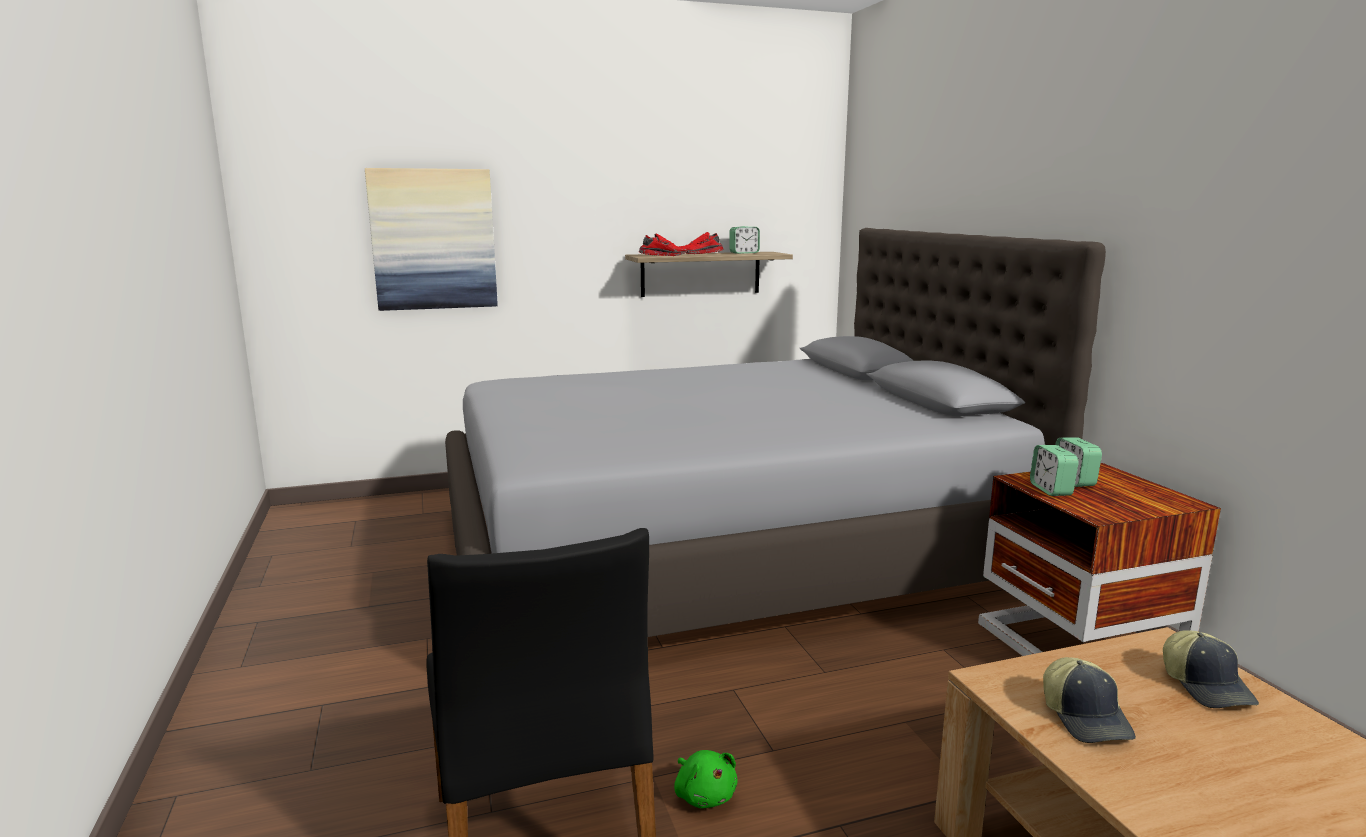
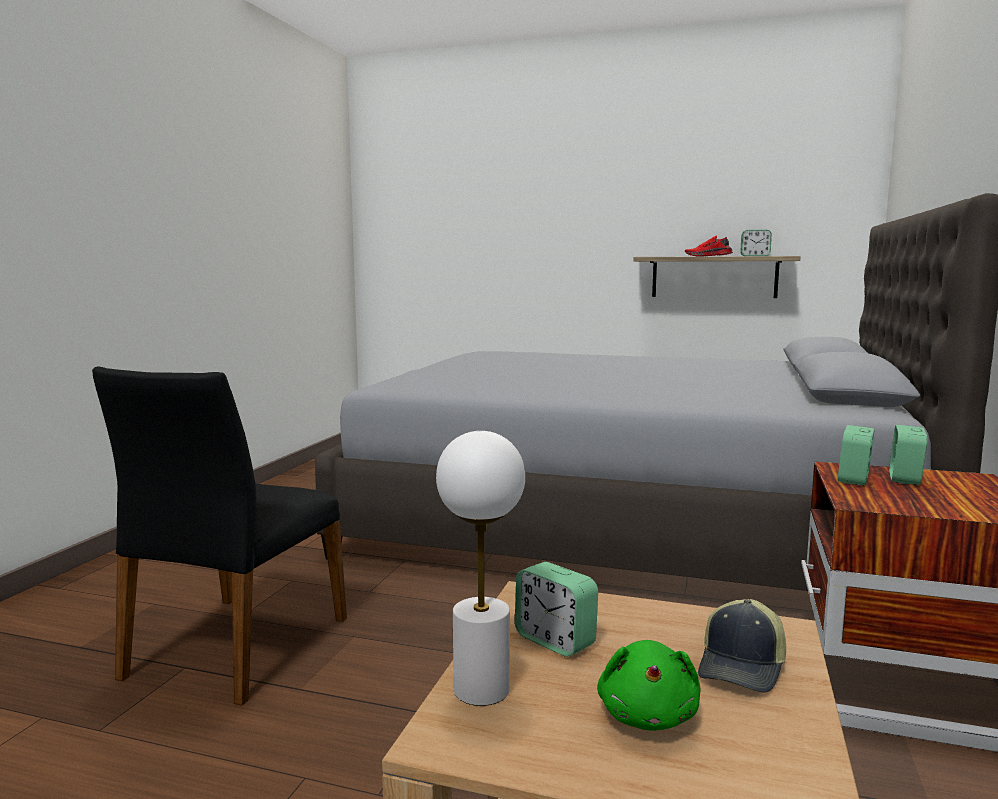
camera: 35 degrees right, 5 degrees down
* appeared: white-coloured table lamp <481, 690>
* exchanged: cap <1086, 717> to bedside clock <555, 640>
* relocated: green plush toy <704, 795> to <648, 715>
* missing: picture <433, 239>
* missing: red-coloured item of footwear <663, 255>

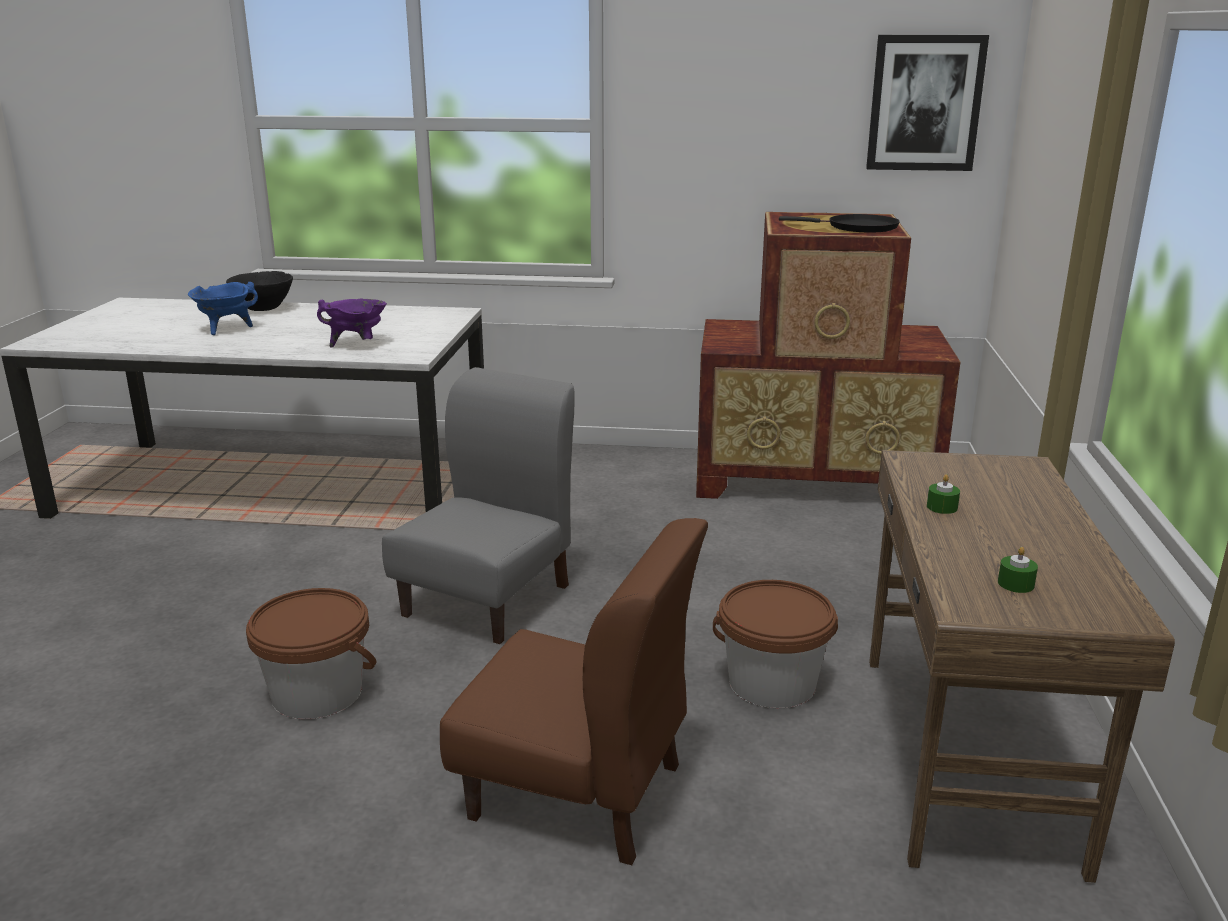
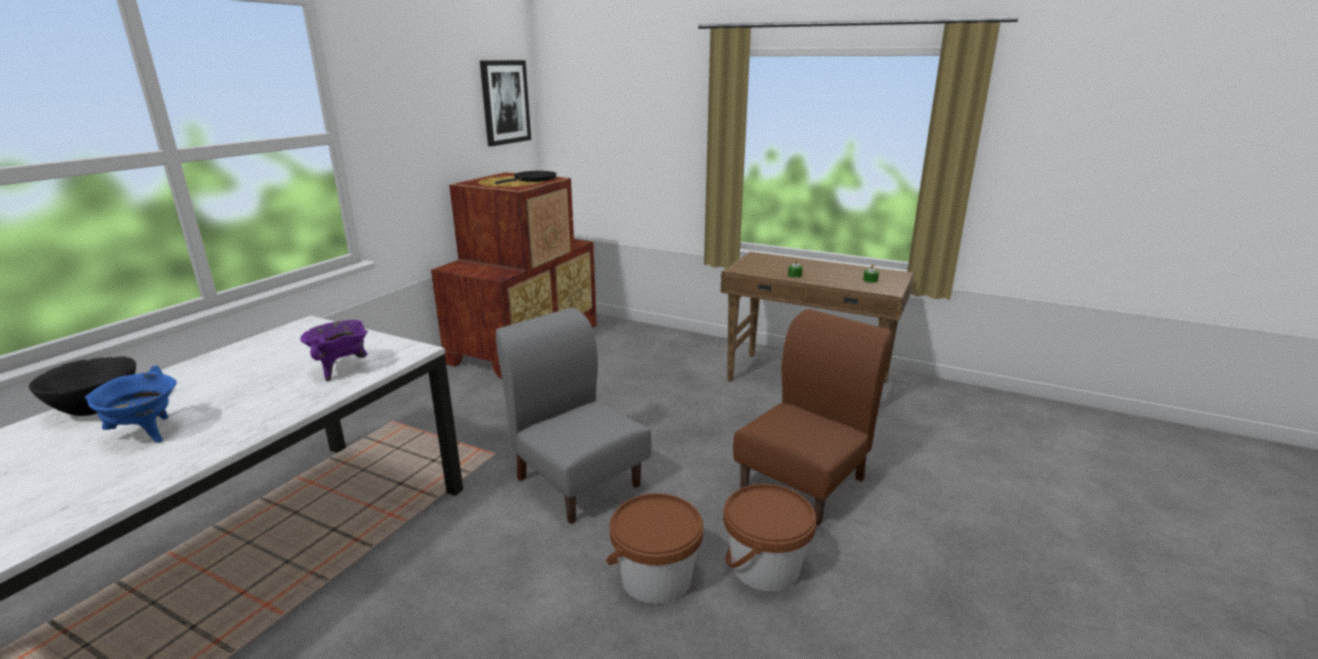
camera: 70 degrees left, 0 degrees up
* relocated: brown-coloured pail <772, 683> to <765, 566>

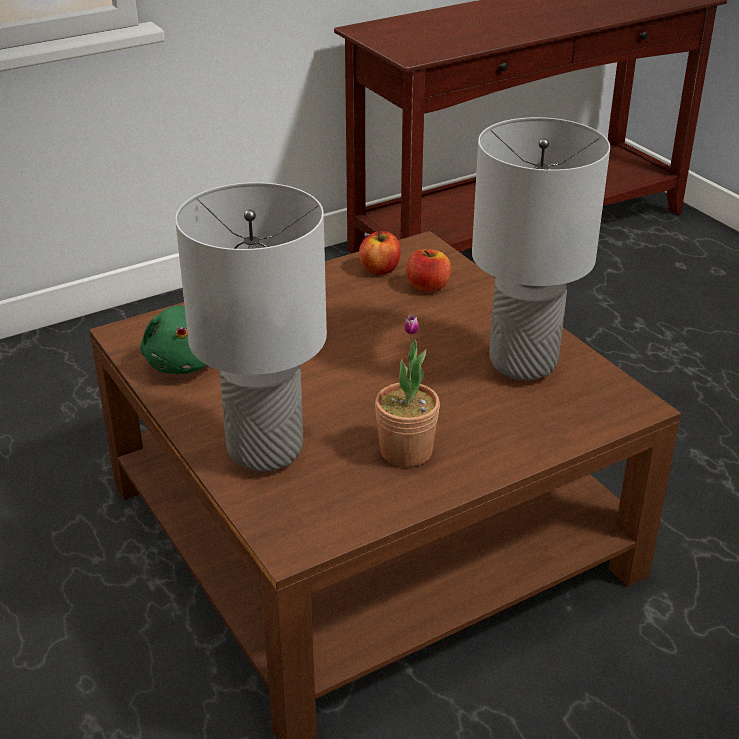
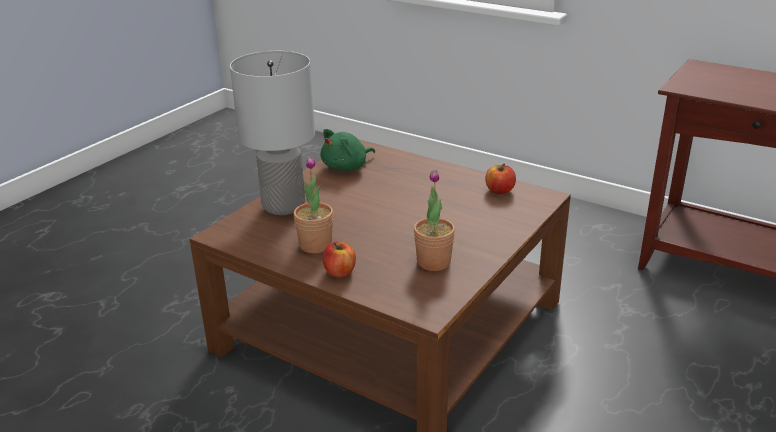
camera: 65 degrees right, 5 degrees down
* relocated: whole apple <428, 286> to <340, 272>
* exchanged: greyish table lamp <522, 368> to potted plant <433, 262>

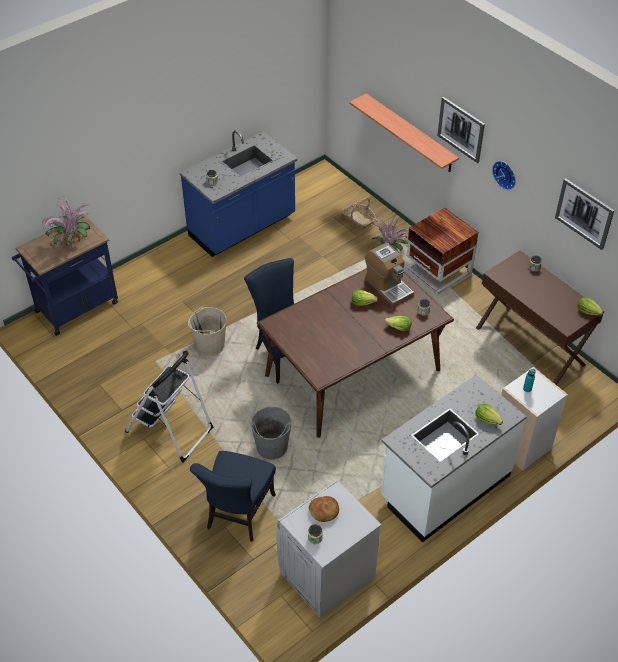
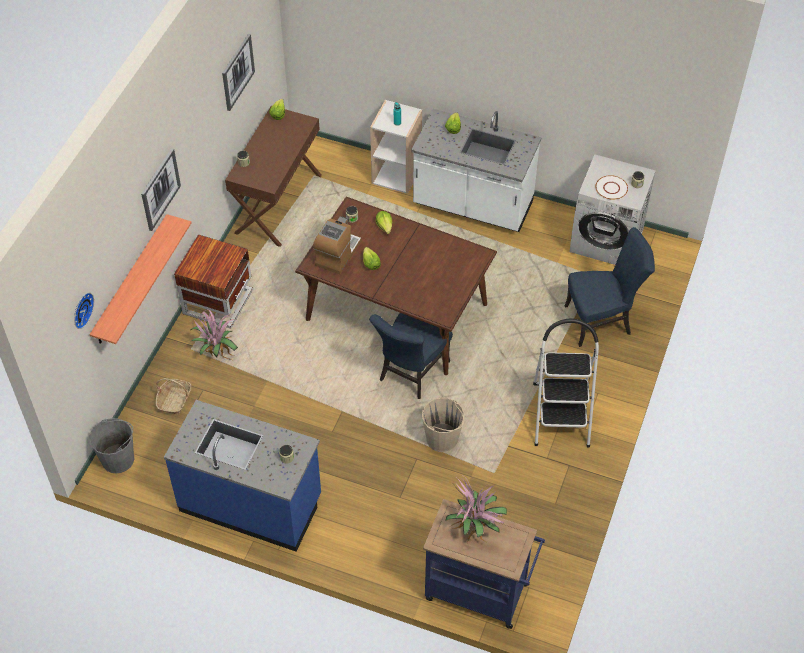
camera: 120 degrees left, 5 degrees up
* relocated: wall clock <505, 174> to <81, 309>
* relocated: greyish pail <272, 447> to <118, 459>
* exchanged: baked bread <324, 511> to white-coloured flat dish <611, 188>

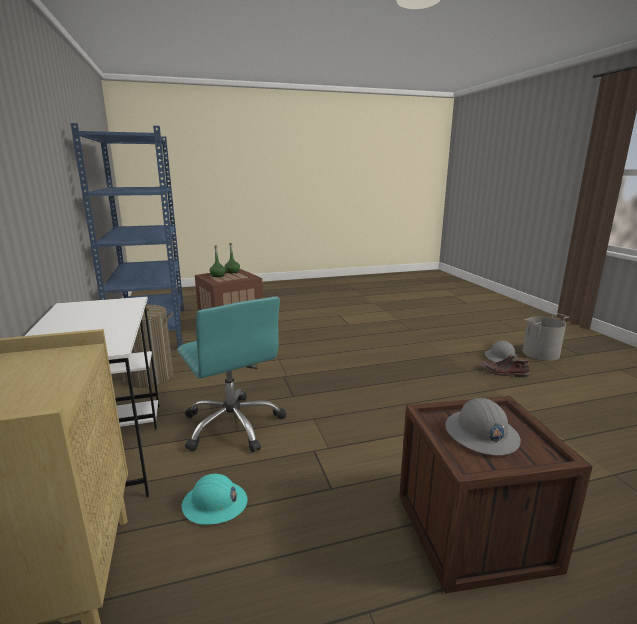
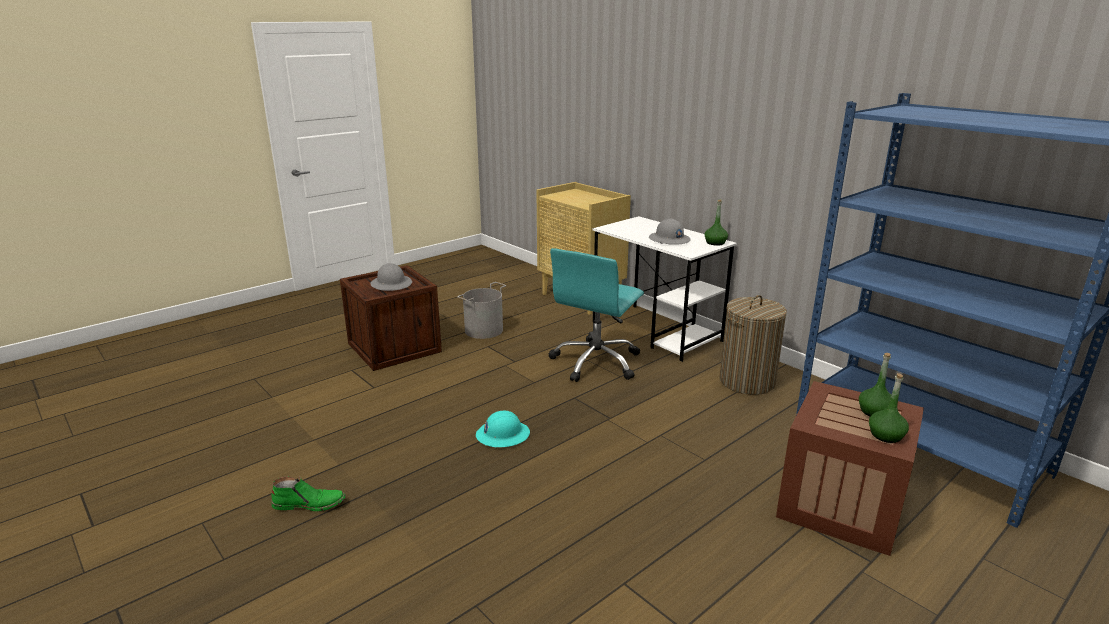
camera: 155 degrees right, 5 degrees up
* colour: brown-coloured high-top boot <504, 372> to green high-top boot <310, 503>
* relocated: greyish pail <540, 353> to <484, 330>
* relocated: turquoise hard hat <215, 504> to <502, 435>
* spun: turquoise computer chair <233, 425> = <596, 362> 90 degrees counterclockwise
* relocated: greyish hard hat <502, 358> to <669, 240>
* appeared: green bottle <715, 243>

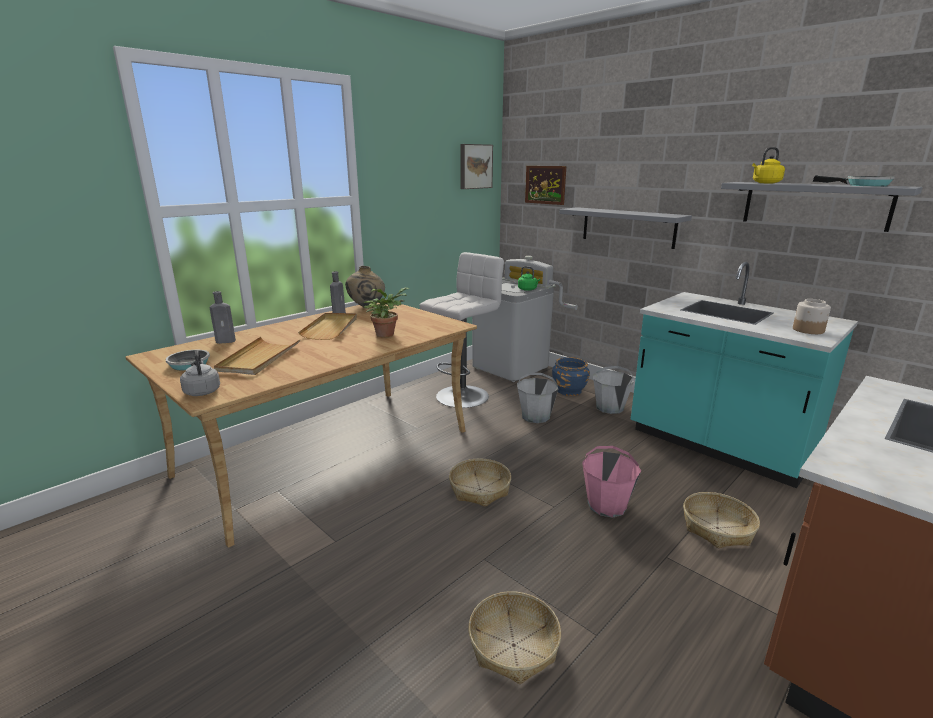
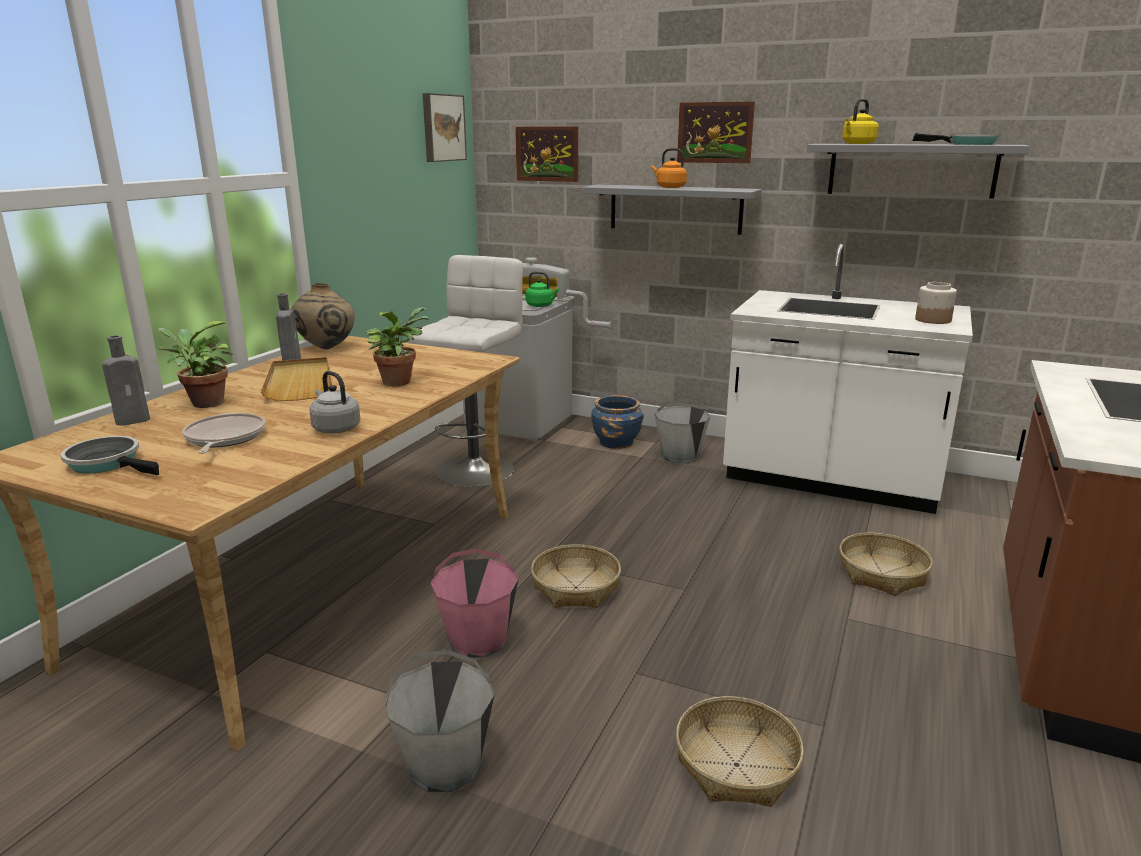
camera: 20 degrees left, 0 degrees up
* appeared: potted plant <203, 403>
* exchanged: beige-coloured serving tray <259, 358> to pan <224, 438>
* relocated: greyish tea kettle <202, 391> to <335, 428>
* relocated: greyish pail <535, 416> to <445, 764>
* relocated: pink pail <607, 505> to <478, 639>
* appeared: orange tea kettle <669, 187>
* appeared: picture <715, 132>
* colour: turquoise kitchen base unit <719, 445> to white-coloured kitchen base unit <831, 480>

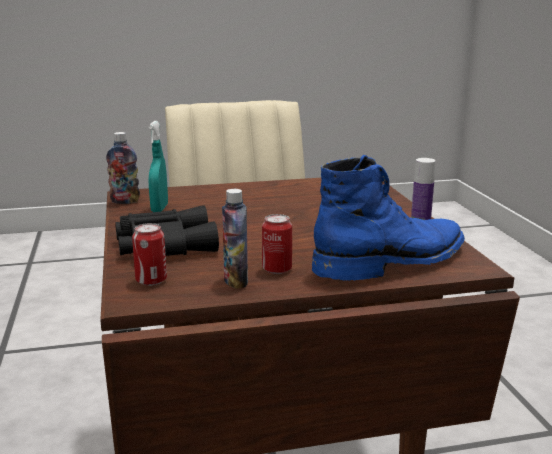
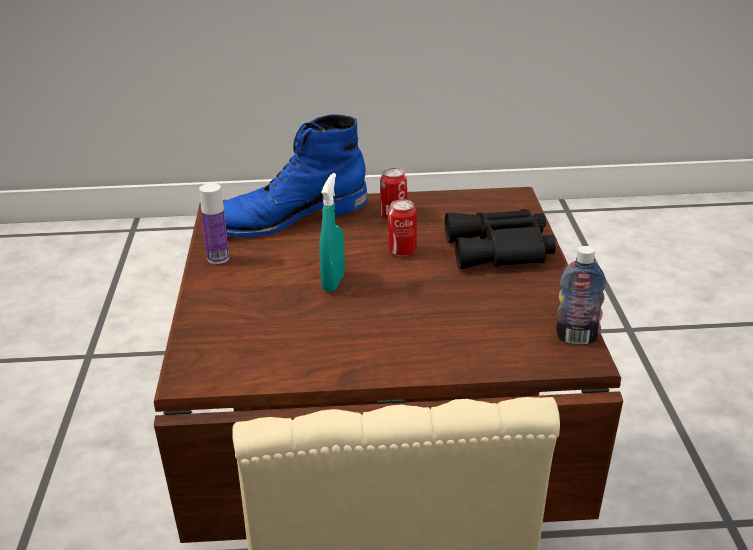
camera: 170 degrees left, 10 degrees up
* relocated: turquoise spray bottle <159, 209> to <333, 282>
* relocated: can <151, 280> to <402, 251>
* missing: bottle <236, 281>

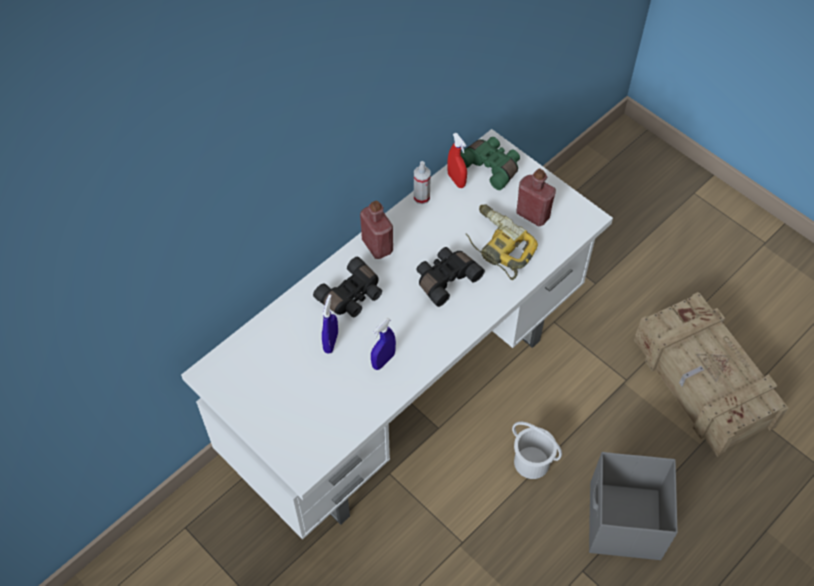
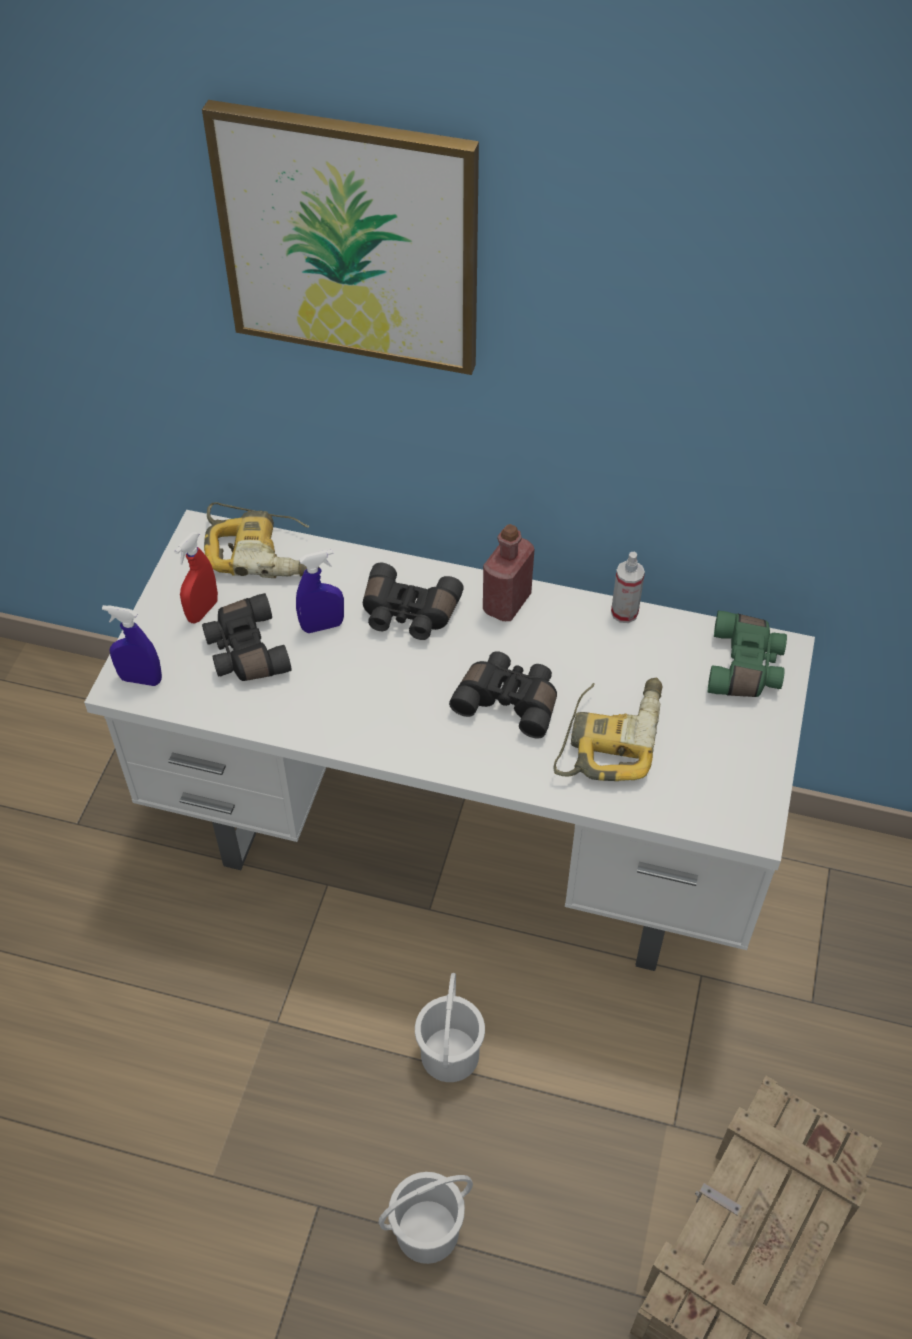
camera: 60 degrees right, 5 degrees down
* relocated: bluish spray bottle <383, 360> to <141, 679>
* relocated: red-coloured spray bottle <456, 180> to <202, 611>
* appeared: picture <349, 239>
* appeared: black binoculars <245, 651>
* appeared: power drill <263, 551>
* exchanged: greyish storage box <623, 522> to white-coloured pail <428, 1231>
* missing: red-coloured bottle <533, 214>

